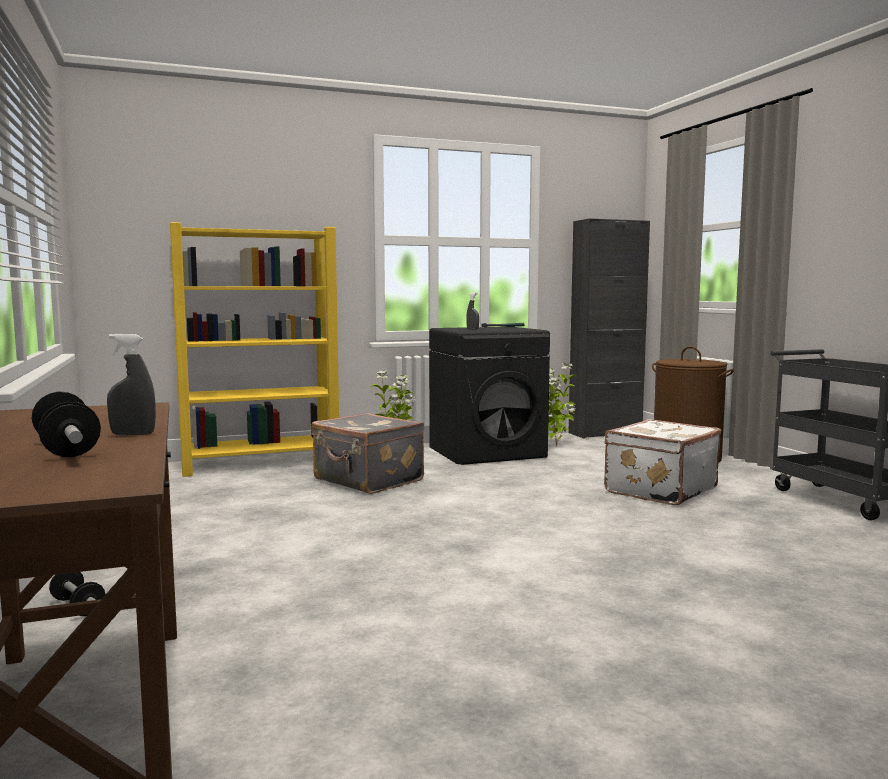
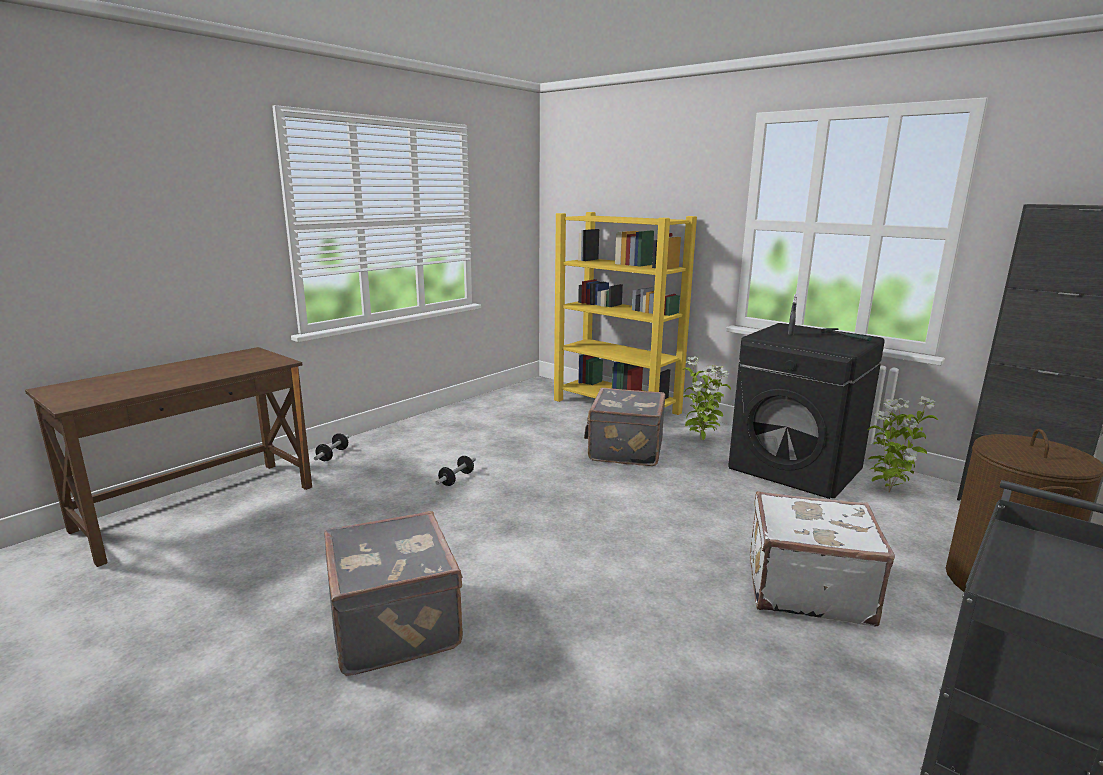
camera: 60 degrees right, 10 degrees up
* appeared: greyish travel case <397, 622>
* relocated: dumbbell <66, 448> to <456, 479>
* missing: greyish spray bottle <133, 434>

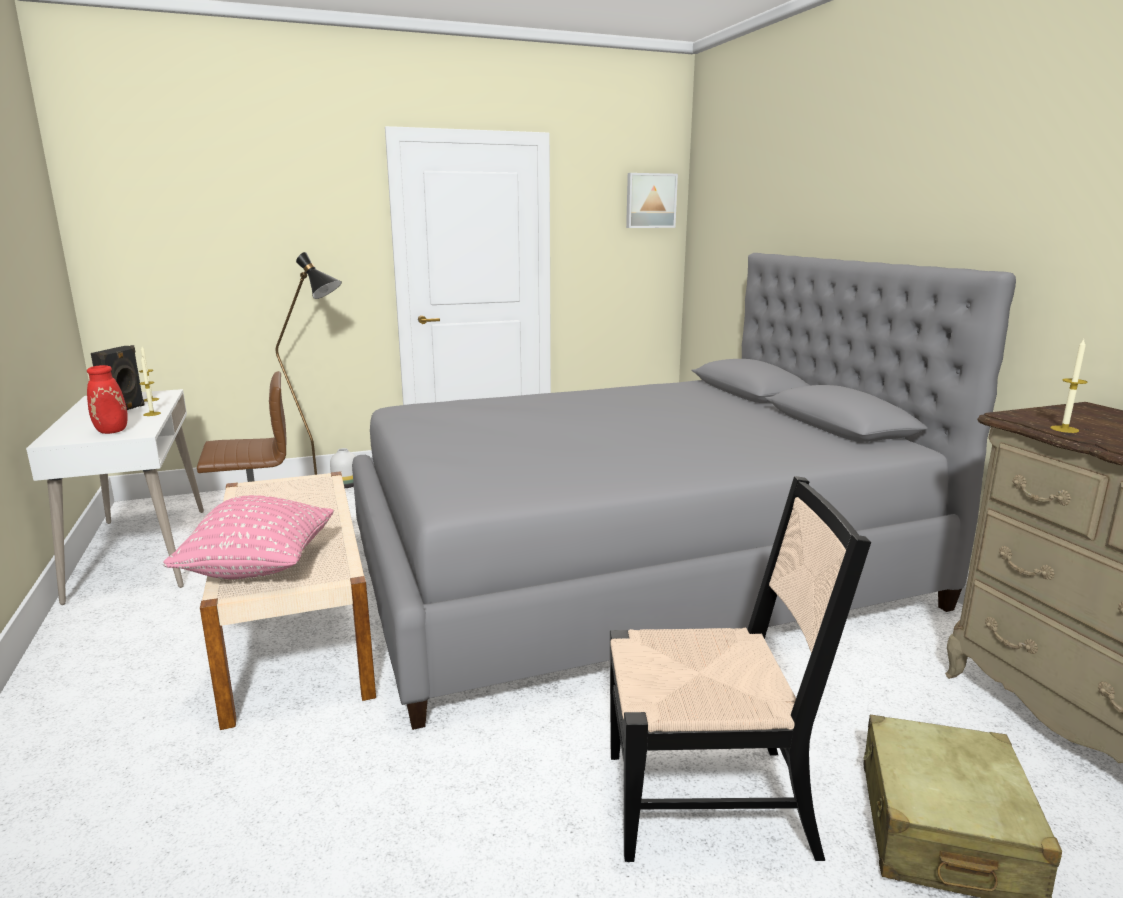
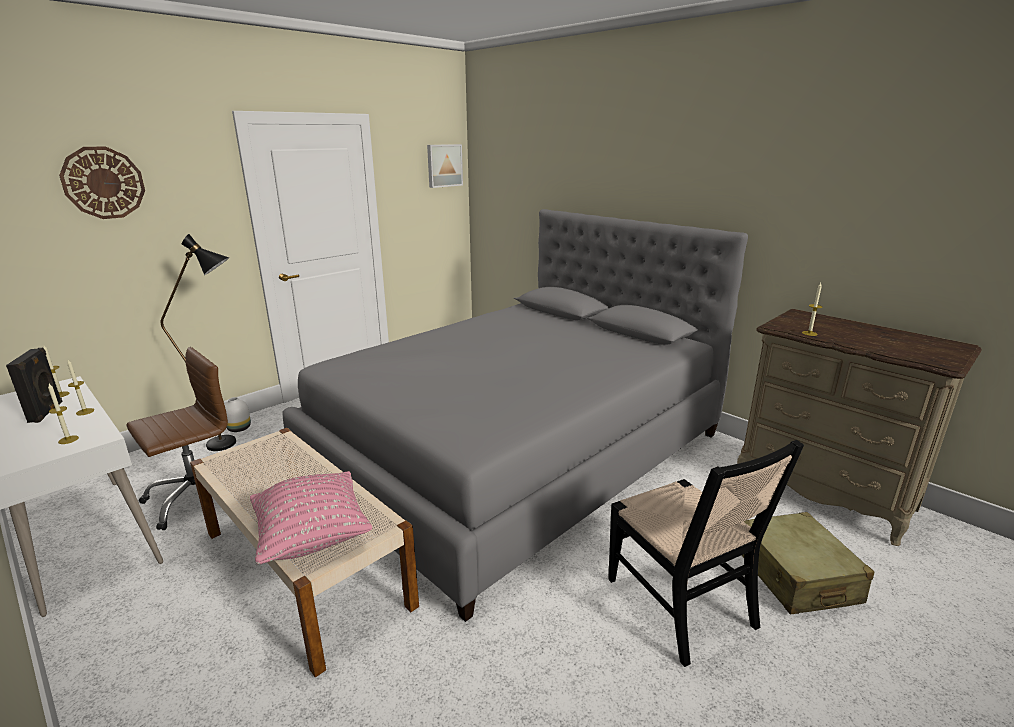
camera: 25 degrees left, 5 degrees up
* exchanged: red-coloured flower vase <114, 431> to candle <68, 440>
* appeared: wall clock <103, 183>
* spun: upright chair <708, 802> = <679, 603> 90 degrees clockwise

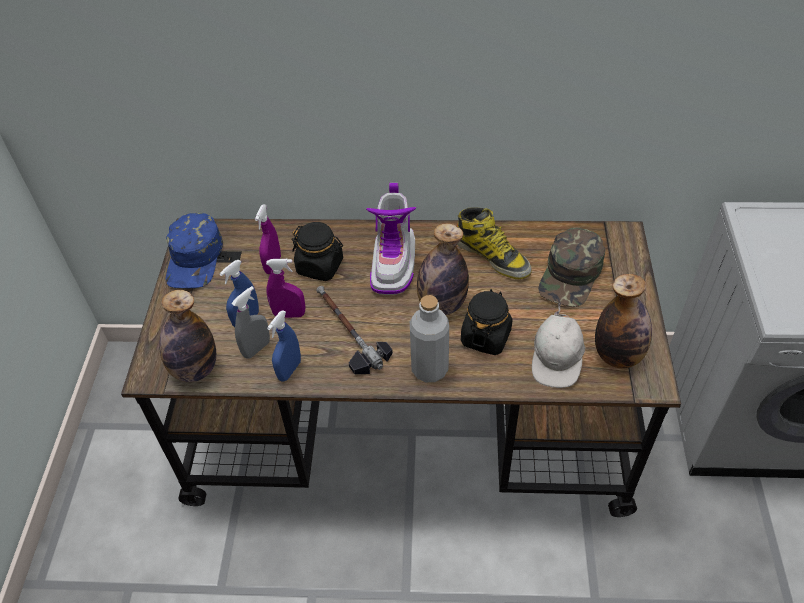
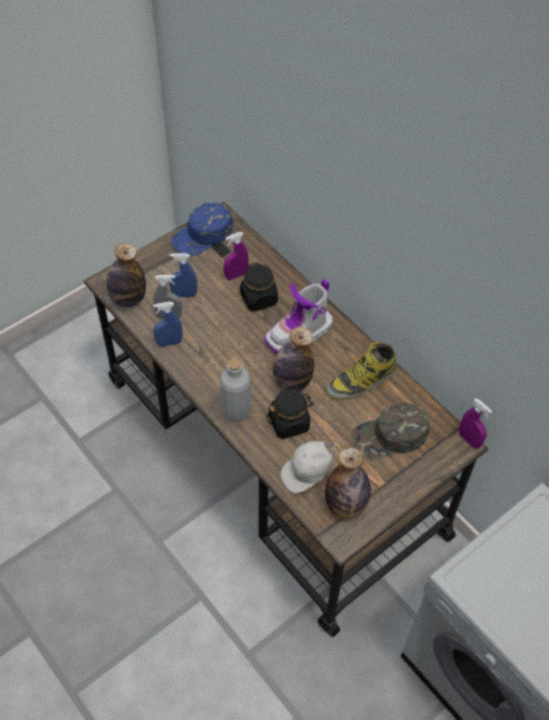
camera: 45 degrees right, 5 degrees up
* spun: high-top boot <492, 255> = <361, 381> 60 degrees clockwise
* relocated: purple-coloured spray bottle <289, 314> to <469, 440>
* missing: hand hammer <347, 331>

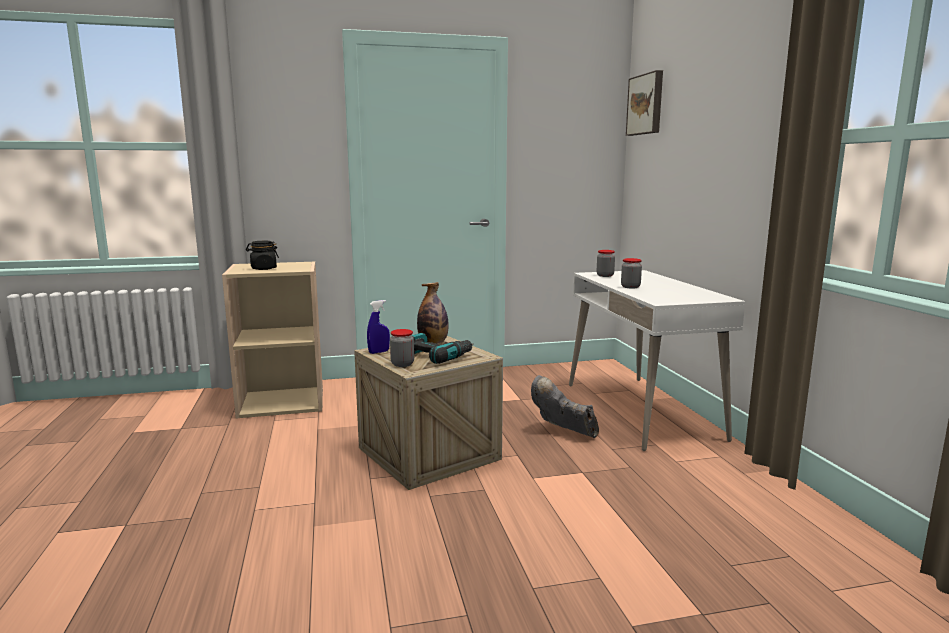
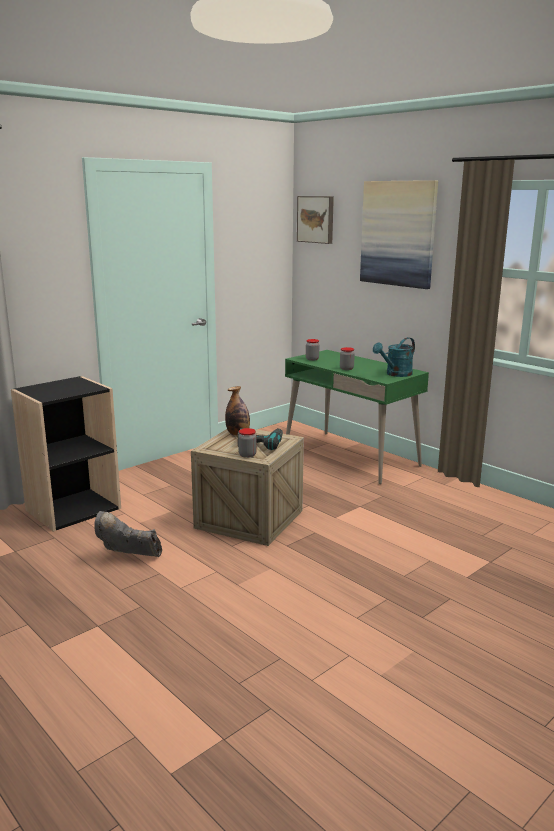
camera: 30 degrees left, 5 degrees up
* colour: beige-coloured shelving unit <283, 402> to black shelving unit <74, 508>
* relocated: greyish high-top boot <563, 432> to <129, 557>
* colour: white-coloured desk unit <641, 410> to green desk unit <350, 456>
* appeared: picture <398, 233>
* appeared: turquoise sprinkling can <395, 374>
* missing: black storage jar <263, 268>
* missing: bluish spray bottle <379, 352>

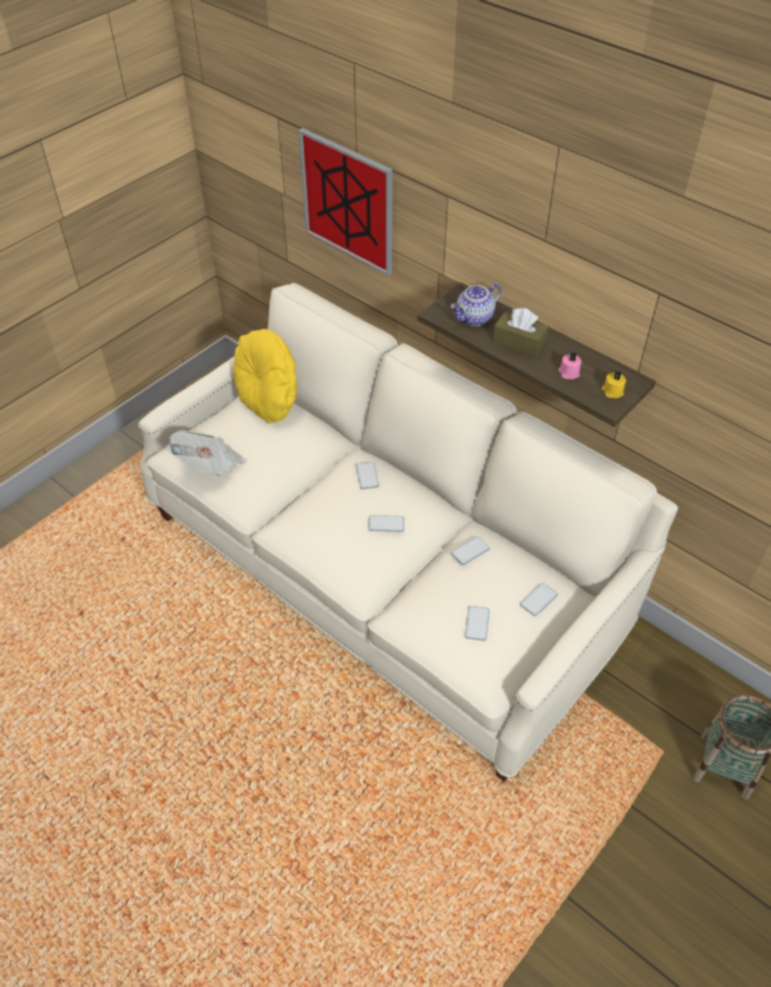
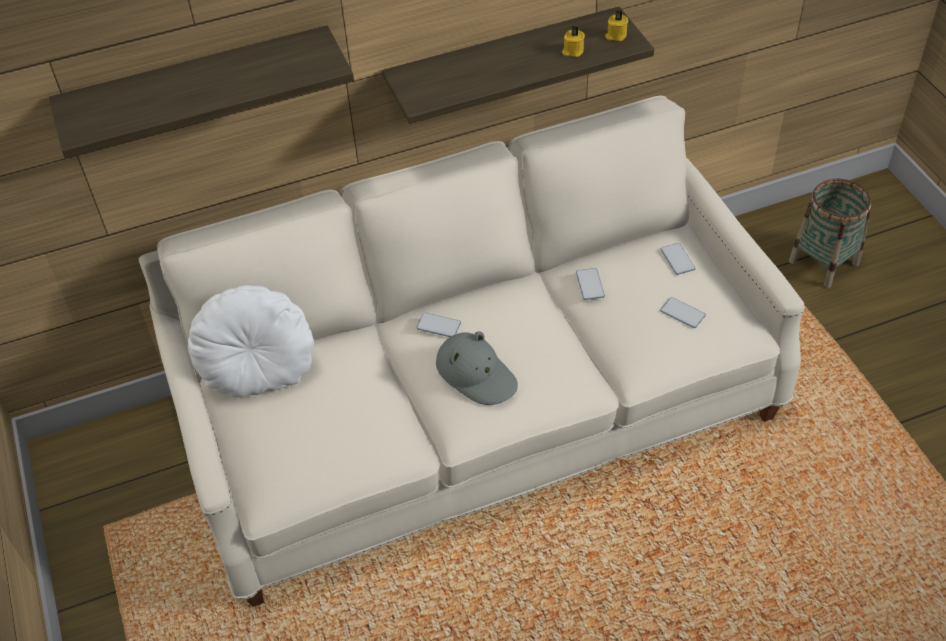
camera: 60 degrees left, 0 degrees up
* exchanged: picture <348, 202> to wall shelf <199, 89>
* colour: yellowish throw pillow <268, 405> to white-coloured throw pillow <260, 376>
* appeared: greyish wearable hat <477, 374>
* colour: pink candle <568, 373> to yellowish candle <572, 51>
* missing: printed paper <210, 465>
* missing: telephone <386, 524>
* missing: tea pot <475, 318>
* missing: brown-coloured tissue box <519, 342>

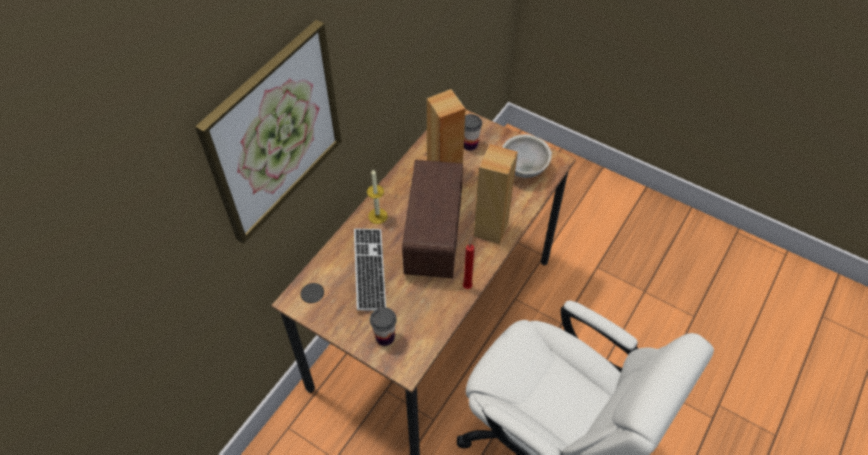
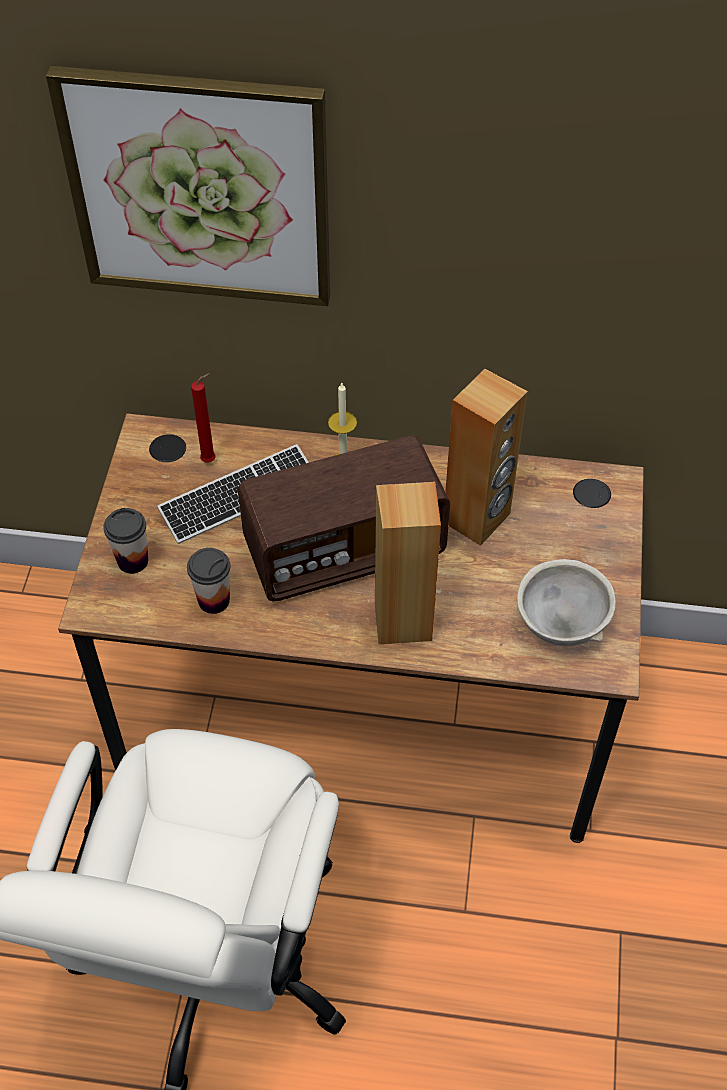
camera: 65 degrees right, 0 degrees up
* relocated: small cup <469, 144> to <214, 600>
* relocated: red-coloured candle <467, 285> to <211, 460>

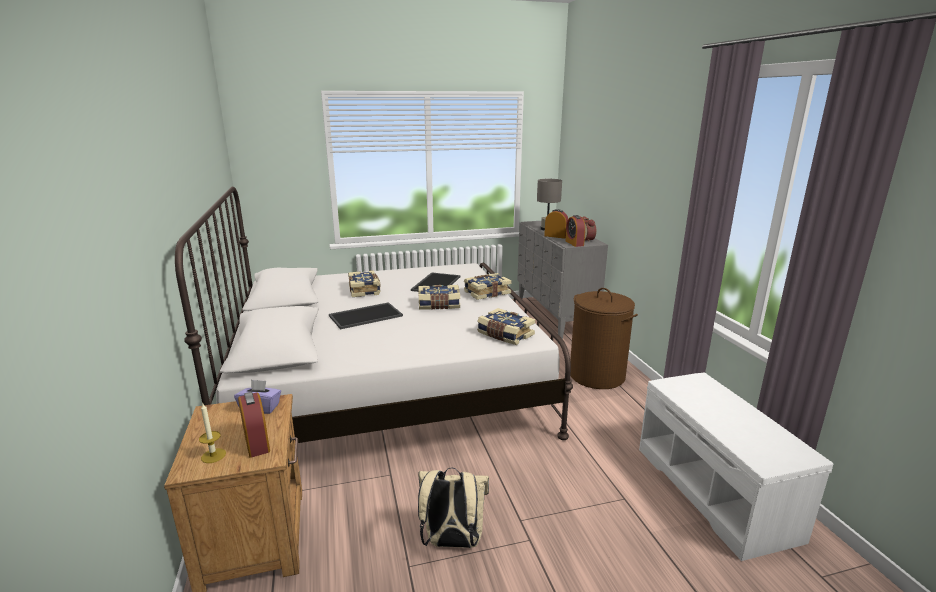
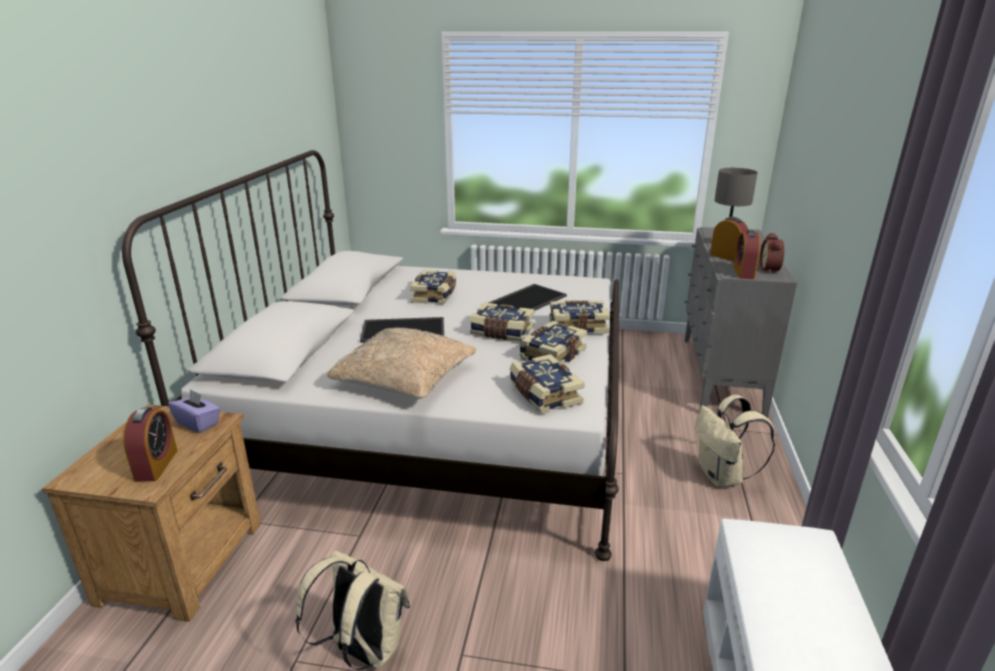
camera: 25 degrees right, 5 degrees up
* appeared: beige-coloured throw pillow <405, 377>
* appeared: book <551, 354>
* exchanged: brown-coloured hamper <597, 375> to beige-coloured rucksack <722, 477>
* missing: candle <213, 455>

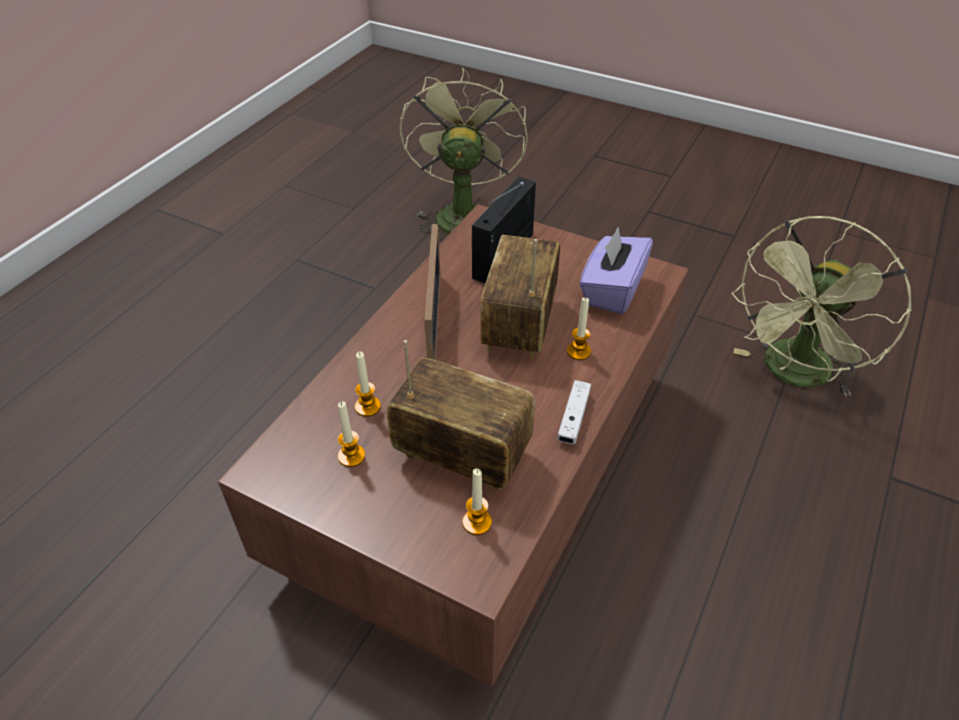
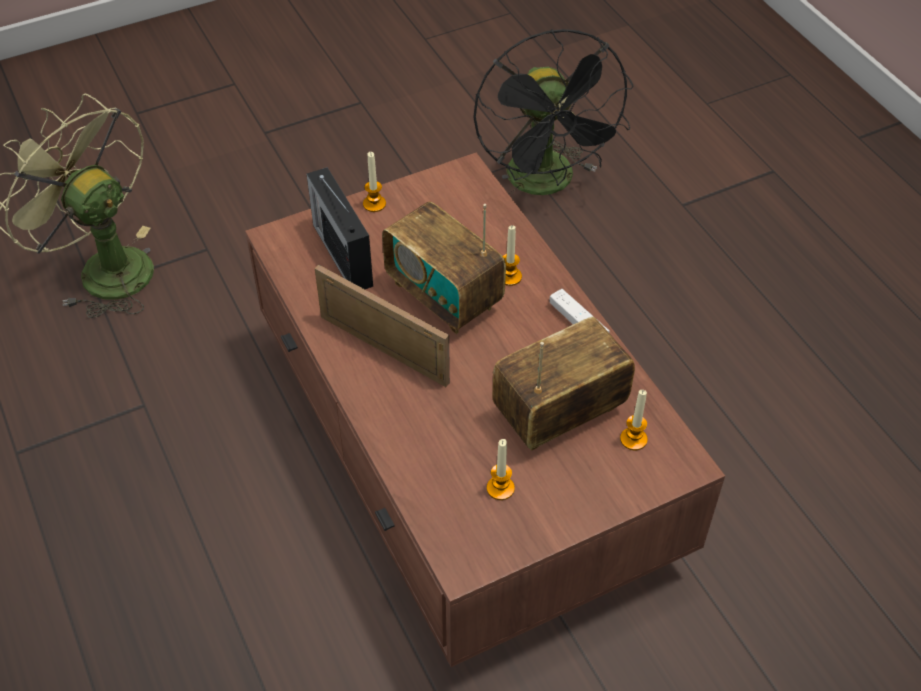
camera: 55 degrees left, 5 degrees up
* relocated: candle <367, 407> to <374, 204>
* colour: green fan <793, 375> to black fan <547, 184>
* missing: purple-coloured tissue box <612, 290>

